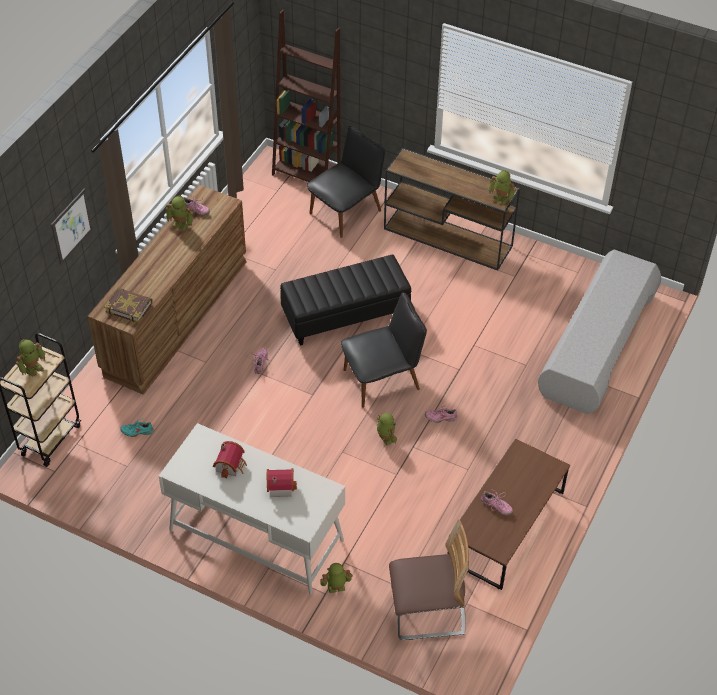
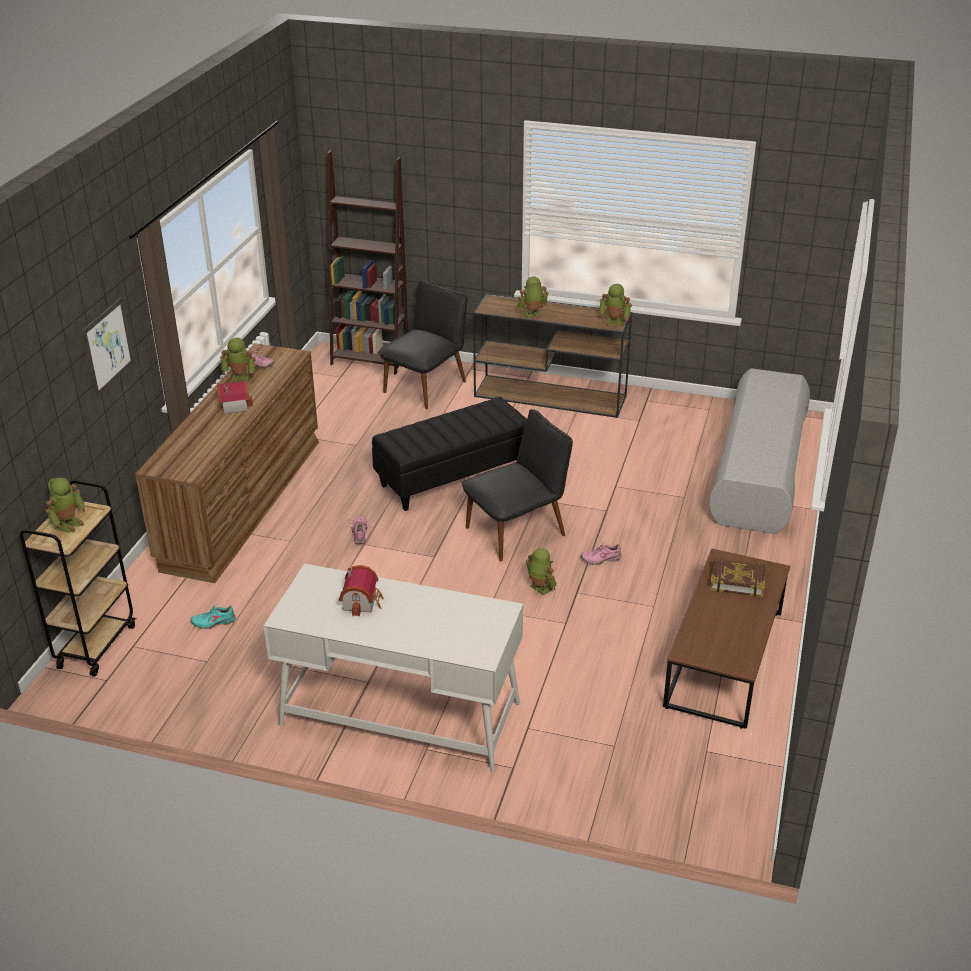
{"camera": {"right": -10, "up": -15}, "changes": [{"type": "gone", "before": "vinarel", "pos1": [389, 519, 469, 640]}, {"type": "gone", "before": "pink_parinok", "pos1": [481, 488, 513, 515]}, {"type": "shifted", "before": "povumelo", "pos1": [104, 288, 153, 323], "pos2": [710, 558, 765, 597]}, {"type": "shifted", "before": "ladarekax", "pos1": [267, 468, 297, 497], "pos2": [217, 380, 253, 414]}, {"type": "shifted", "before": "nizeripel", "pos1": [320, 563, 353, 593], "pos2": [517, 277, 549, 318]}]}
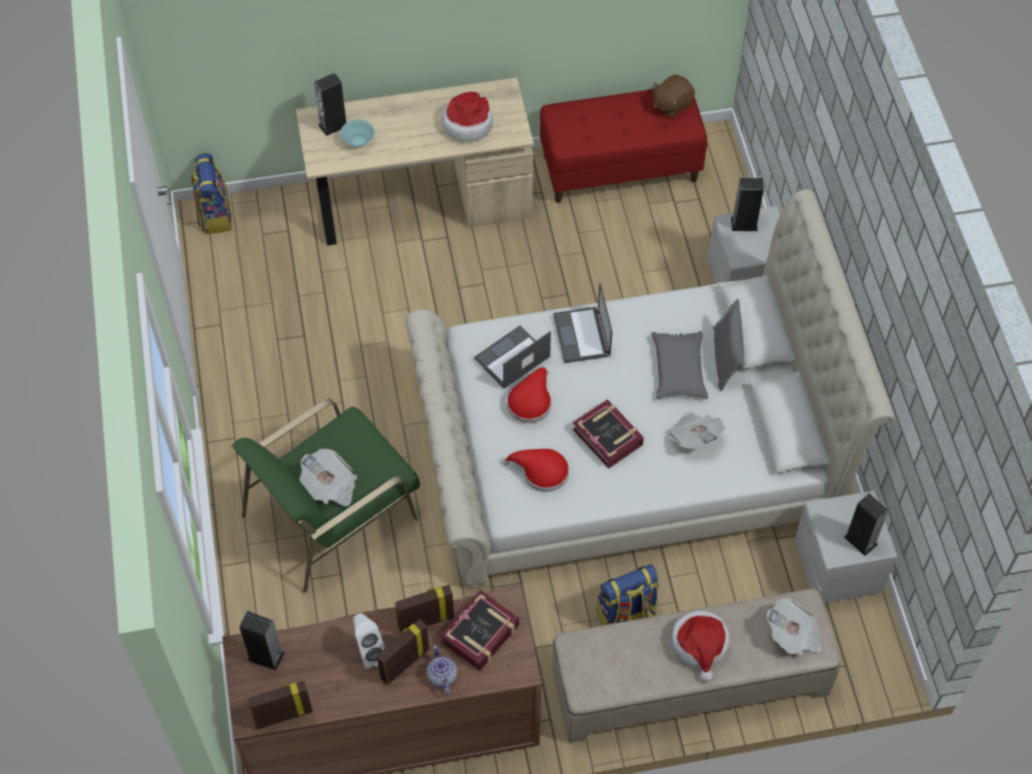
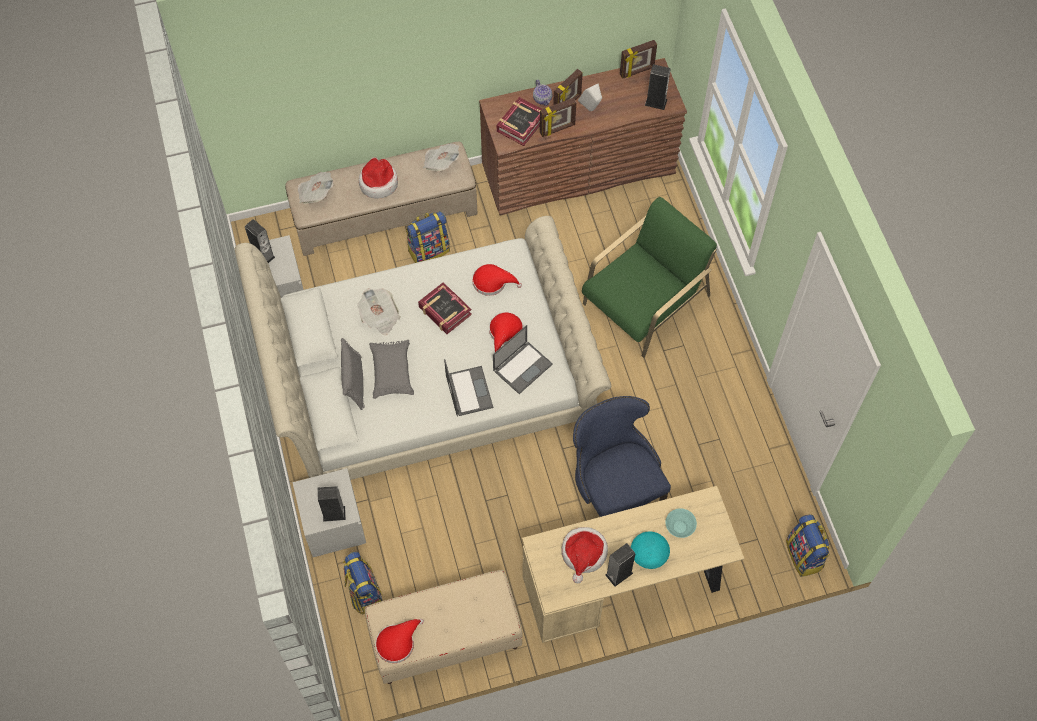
{"camera": {"right": 175, "up": 5}, "changes": [{"type": "new", "after": "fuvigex", "pos2": [343, 552, 383, 614]}, {"type": "new", "after": "blue_vinarel", "pos2": [573, 396, 671, 517]}, {"type": "new", "after": "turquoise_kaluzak", "pos2": [631, 532, 670, 569]}, {"type": "shifted", "before": "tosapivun", "pos1": [299, 449, 357, 507], "pos2": [423, 143, 459, 171]}, {"type": "shifted", "before": "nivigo", "pos1": [314, 73, 346, 136], "pos2": [605, 543, 635, 587]}, {"type": "swapped", "before": "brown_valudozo", "after": "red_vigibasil", "pos1": [653, 74, 695, 118], "pos2": [376, 619, 424, 663]}, {"type": "repainted", "before": "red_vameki", "after": "beige_vameki", "pos1": [540, 89, 707, 203], "pos2": [364, 570, 522, 684]}]}
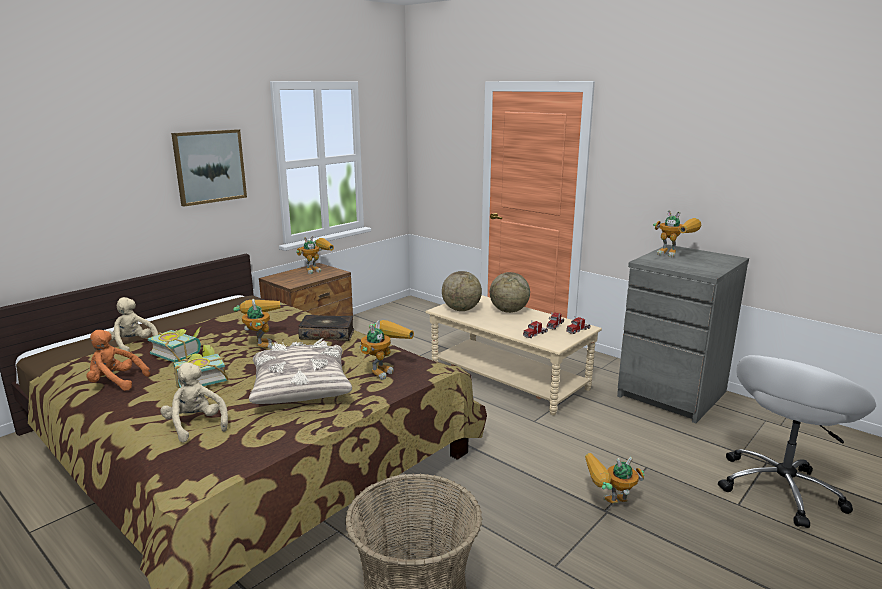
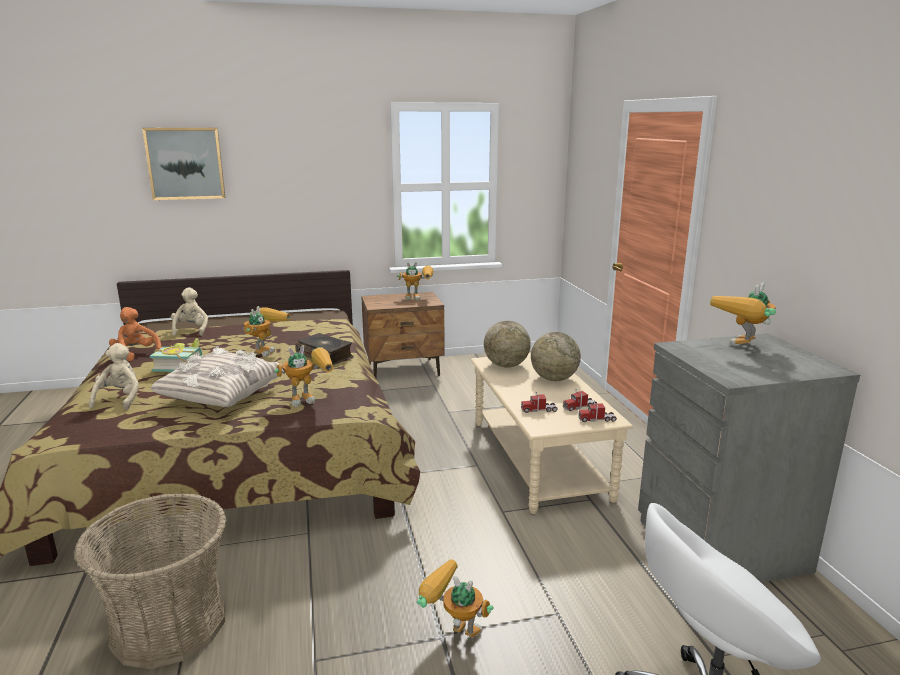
{"camera": {"right": 35, "up": 0}, "changes": [{"type": "gone", "before": "povumelo", "pos1": [148, 326, 201, 362]}, {"type": "shifted", "before": "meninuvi", "pos1": [171, 129, 247, 207], "pos2": [142, 128, 225, 200]}, {"type": "rotated", "before": "nizeripel", "pos1": [653, 210, 701, 257], "pos2": [710, 282, 776, 346], "turn": 60}]}
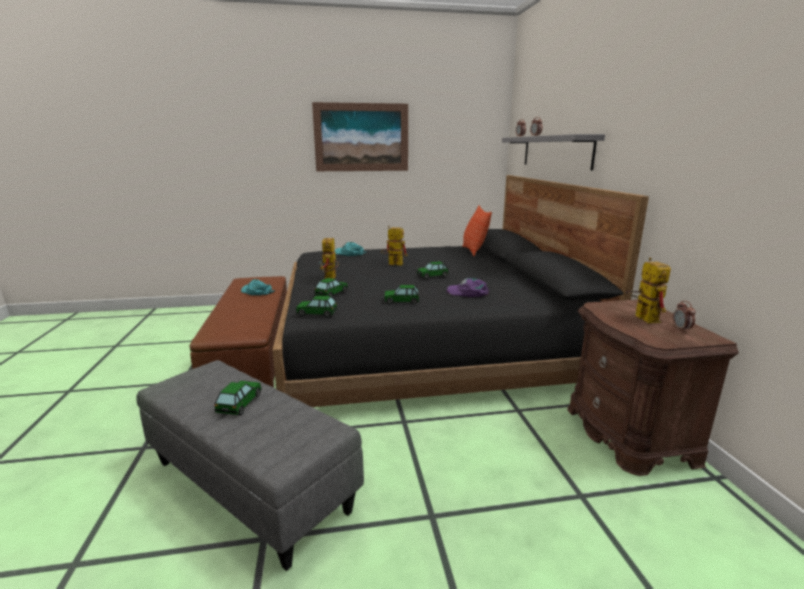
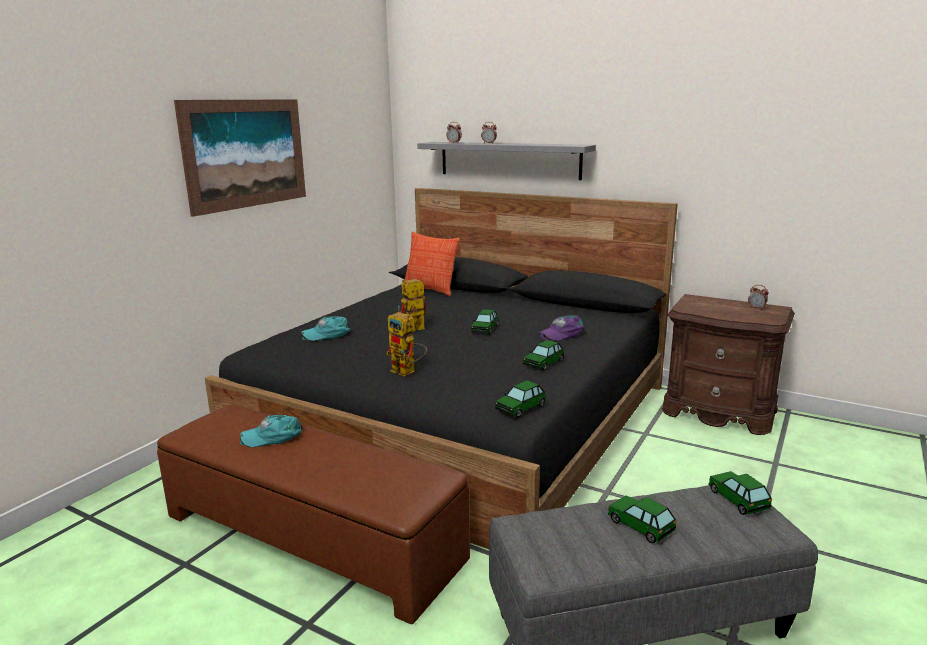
{"camera": {"right": -50, "up": 0}, "changes": [{"type": "gone", "before": "nizeripel", "pos1": [625, 258, 671, 323]}, {"type": "shifted", "before": "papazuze", "pos1": [315, 278, 348, 297], "pos2": [708, 471, 772, 515]}]}
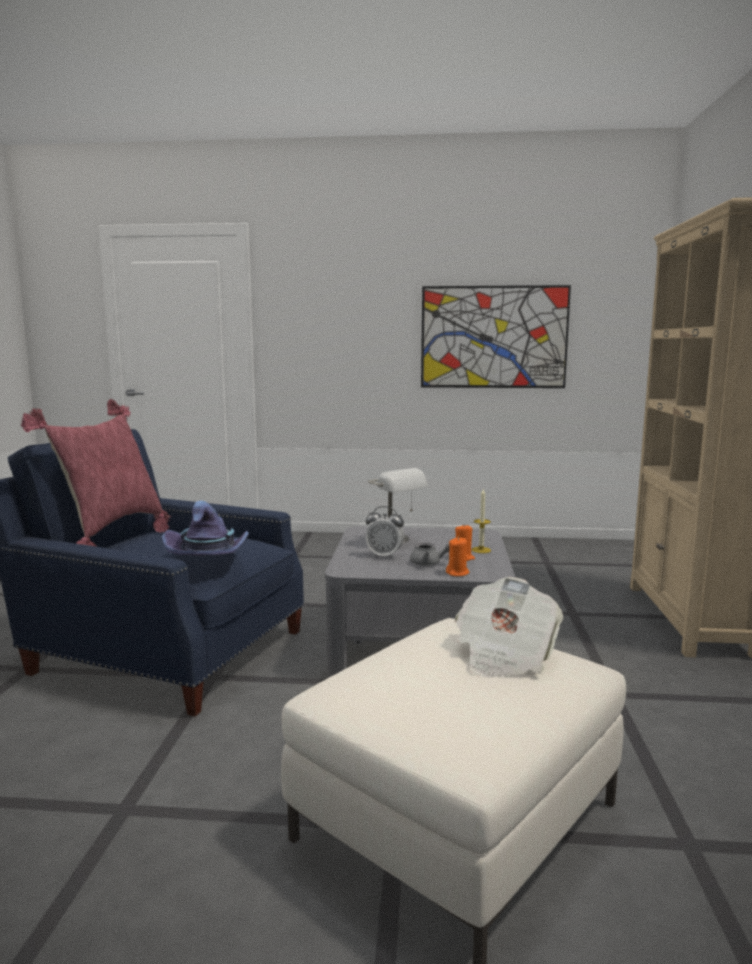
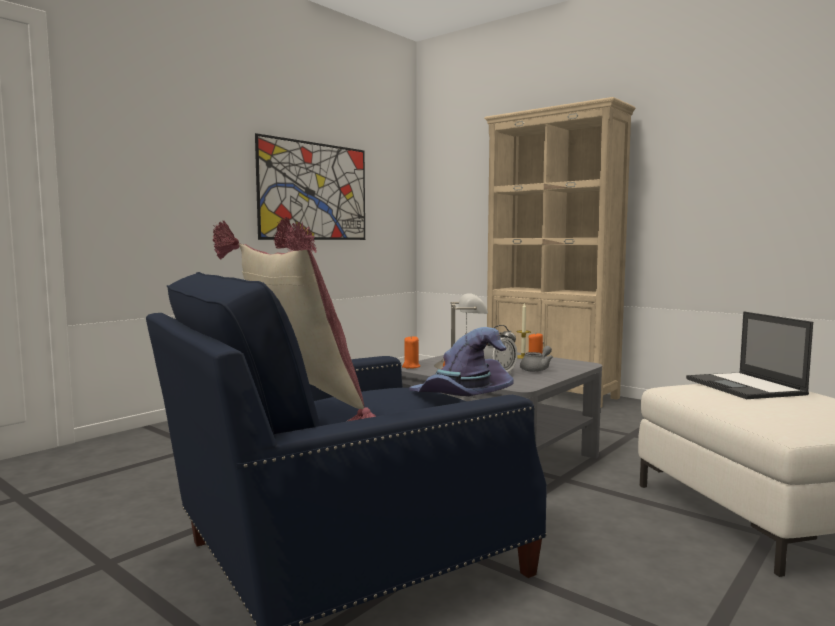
{"camera": {"right": -55, "up": -5}, "changes": [{"type": "shifted", "before": "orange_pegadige", "pos1": [446, 537, 469, 576], "pos2": [402, 335, 420, 369]}, {"type": "swapped", "before": "tosapivun", "after": "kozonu", "pos1": [455, 577, 564, 678], "pos2": [686, 311, 813, 399]}]}
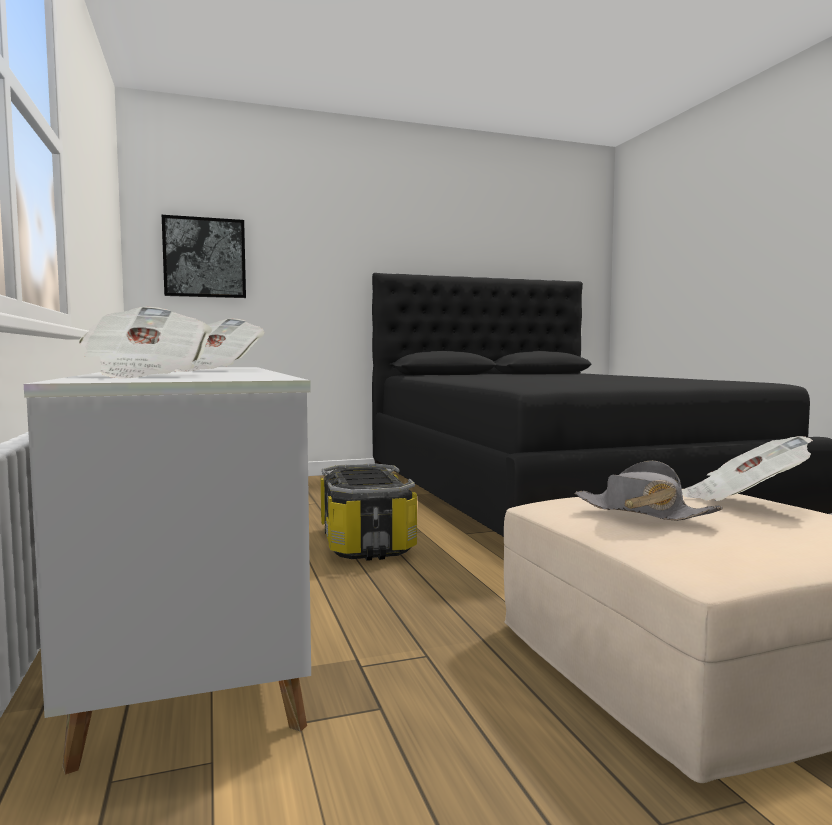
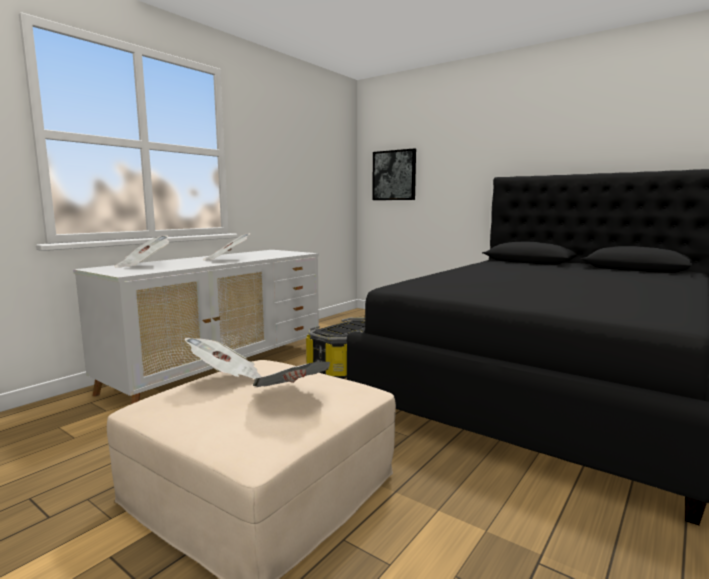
{"camera": {"right": 55, "up": 5}, "changes": [{"type": "swapped", "before": "grey_vigibasil", "after": "tosapivun", "pos1": [575, 461, 723, 521], "pos2": [184, 338, 261, 379]}]}
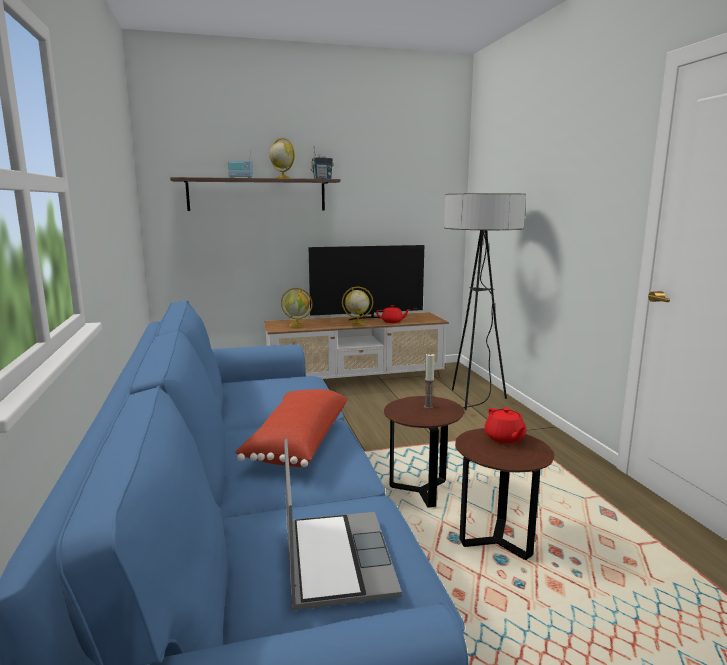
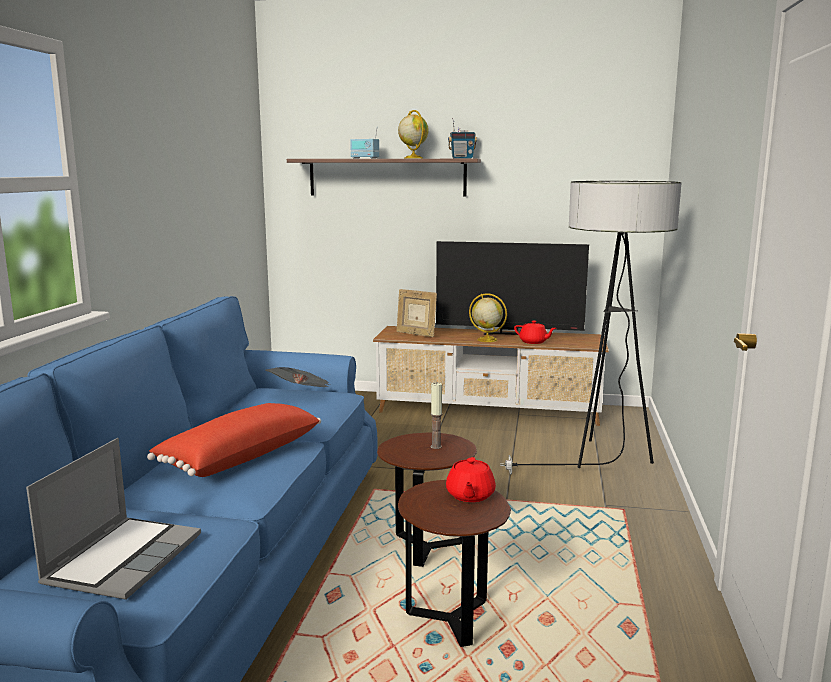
{"camera": {"right": 25, "up": 0}, "changes": [{"type": "new", "after": "tosapivun", "pos2": [265, 367, 330, 387]}, {"type": "swapped", "before": "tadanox", "after": "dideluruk", "pos1": [281, 288, 313, 327], "pos2": [397, 289, 437, 337]}]}
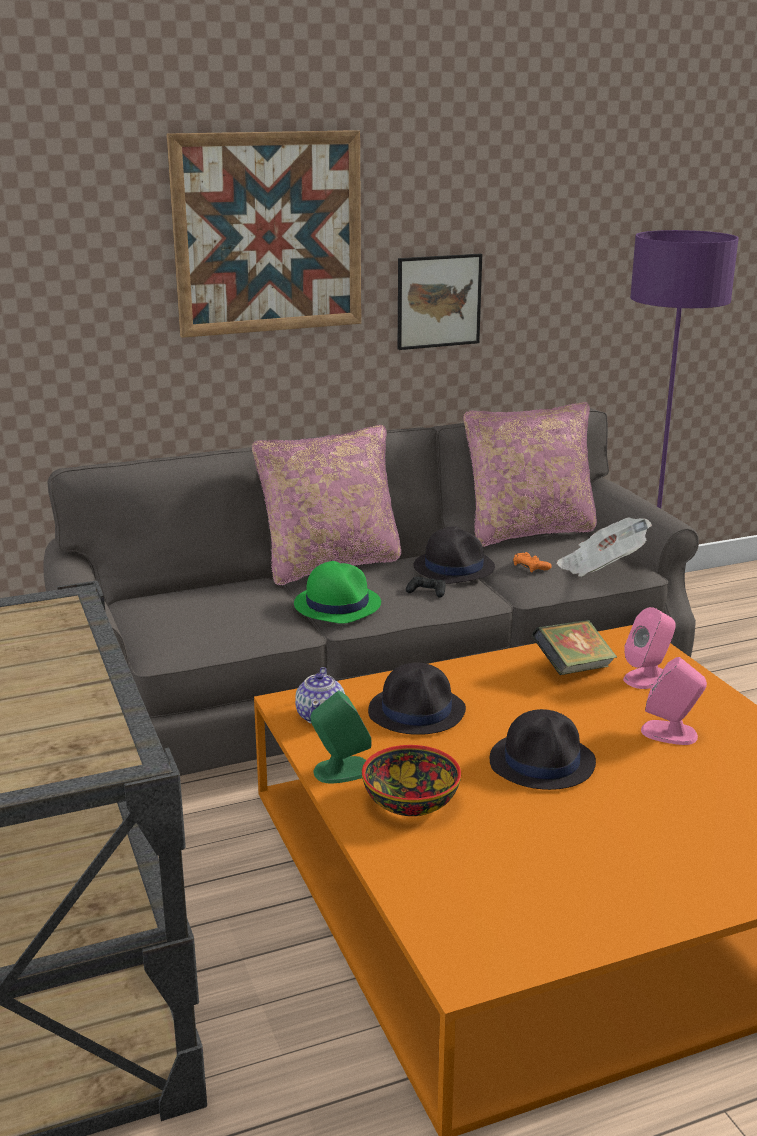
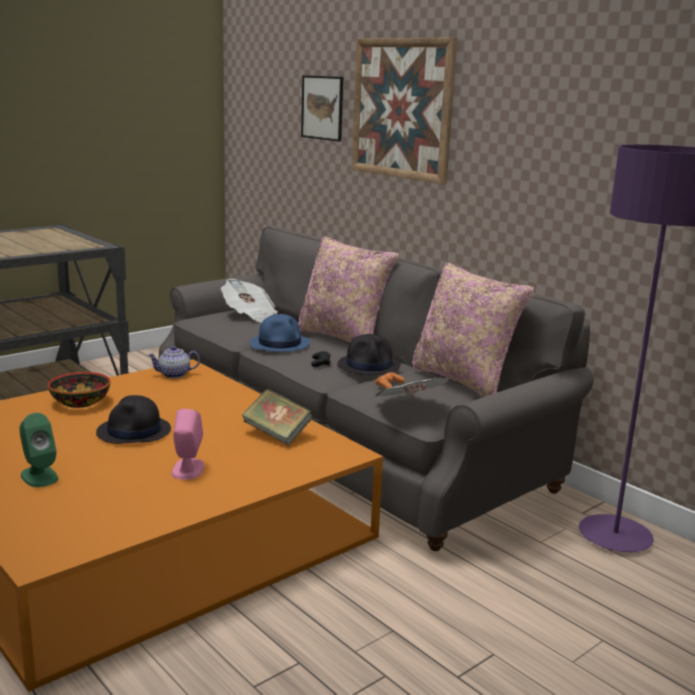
{"camera": {"right": 70, "up": -5}, "changes": [{"type": "gone", "before": "black_vigibasil", "pos1": [368, 663, 466, 735]}, {"type": "gone", "before": "pink_nivigo", "pos1": [623, 607, 676, 689]}, {"type": "new", "after": "tosapivun", "pos2": [221, 279, 278, 323]}, {"type": "shifted", "before": "green_nivigo", "pos1": [310, 691, 371, 784], "pos2": [20, 413, 58, 487]}, {"type": "shifted", "before": "meninuvi", "pos1": [398, 253, 482, 350], "pos2": [301, 75, 343, 142]}, {"type": "repainted", "before": "green_vigibasil", "after": "blue_vigibasil", "pos1": [294, 561, 381, 624], "pos2": [250, 314, 310, 352]}]}
